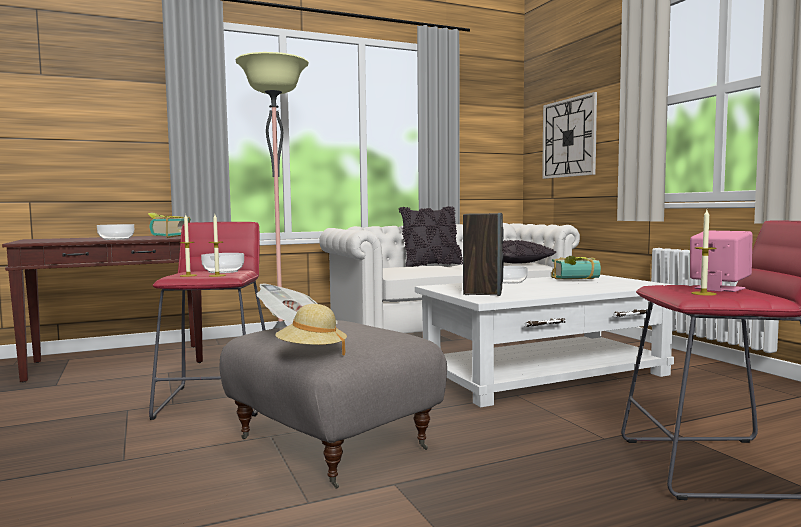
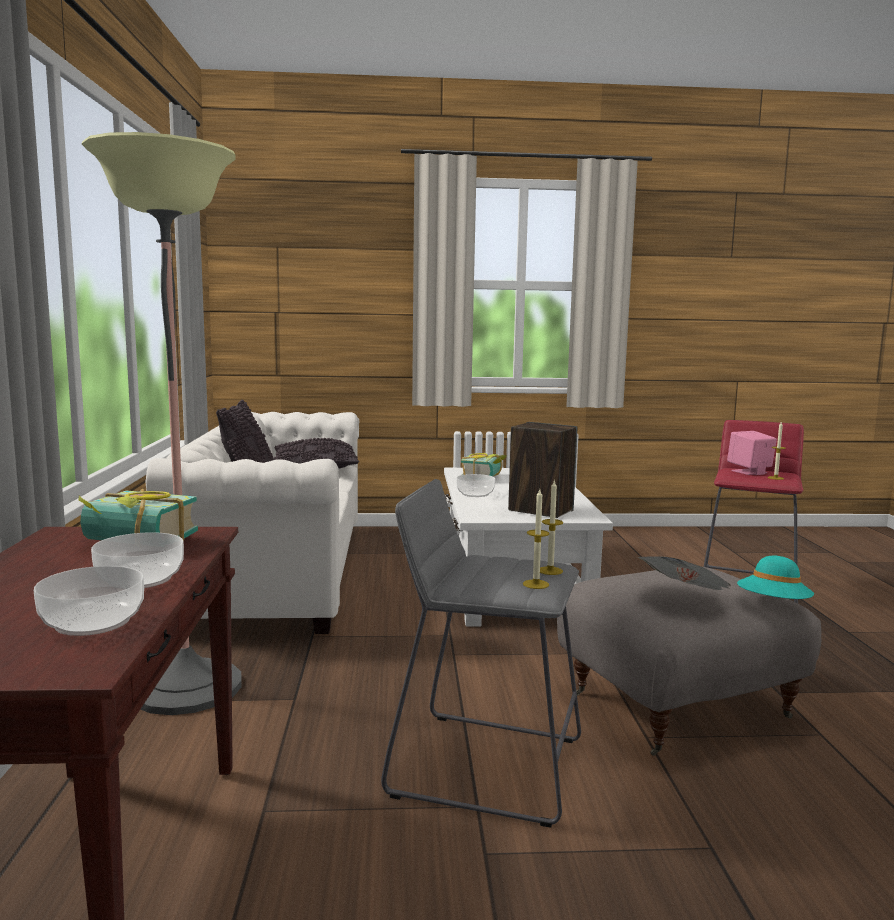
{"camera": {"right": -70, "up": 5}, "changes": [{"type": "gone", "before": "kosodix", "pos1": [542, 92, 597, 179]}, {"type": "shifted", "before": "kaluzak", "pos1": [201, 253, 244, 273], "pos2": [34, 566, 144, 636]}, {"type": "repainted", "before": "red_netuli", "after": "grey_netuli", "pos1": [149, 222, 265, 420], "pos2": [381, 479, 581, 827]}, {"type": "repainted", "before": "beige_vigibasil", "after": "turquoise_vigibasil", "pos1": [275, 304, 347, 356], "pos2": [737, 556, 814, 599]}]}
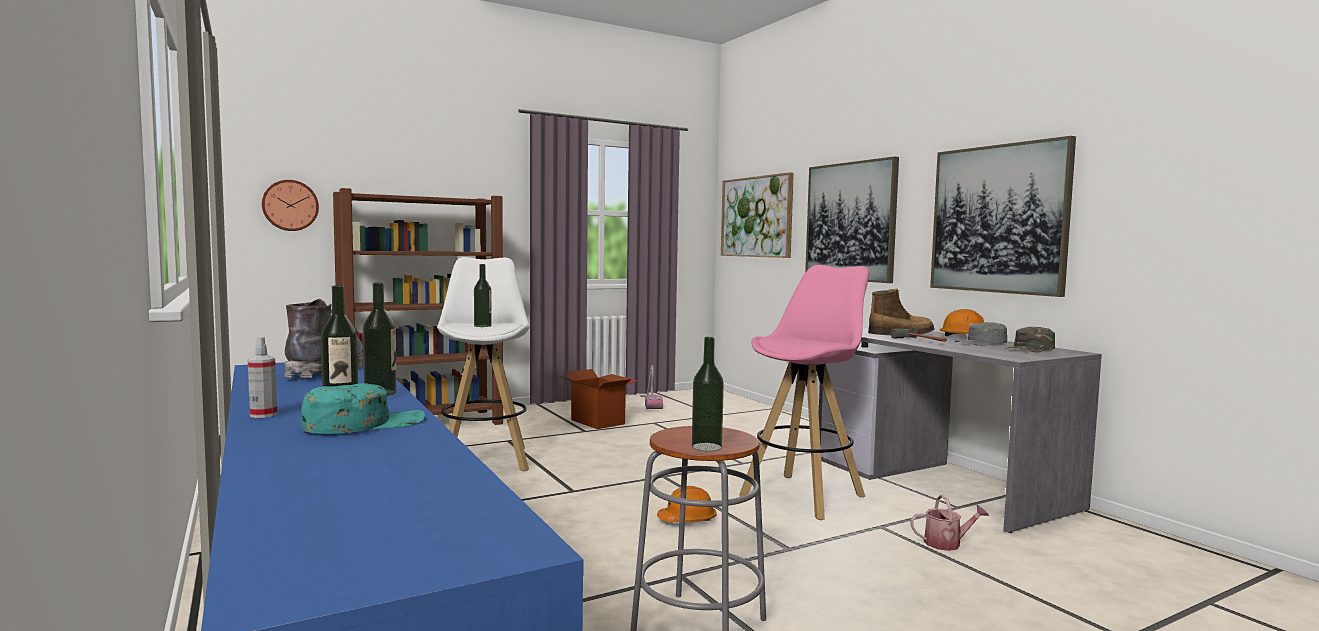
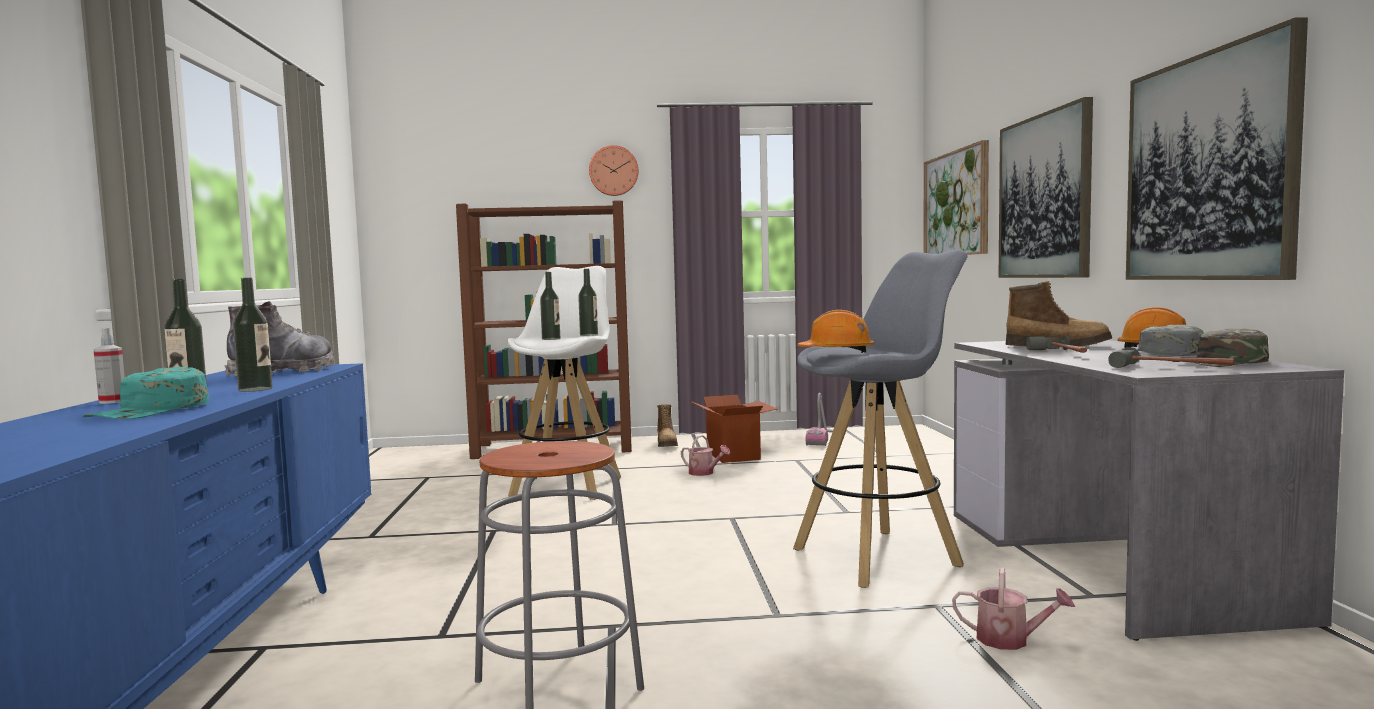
{"camera": {"right": 25, "up": 0}, "changes": [{"type": "new", "after": "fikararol", "pos2": [657, 404, 678, 447]}, {"type": "new", "after": "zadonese", "pos2": [681, 435, 730, 476]}, {"type": "new", "after": "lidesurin", "pos2": [1108, 347, 1235, 368]}, {"type": "shifted", "before": "kosodix", "pos1": [262, 180, 319, 231], "pos2": [589, 145, 638, 196]}, {"type": "shifted", "before": "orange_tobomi", "pos1": [657, 486, 717, 522], "pos2": [798, 310, 874, 353]}, {"type": "shifted", "before": "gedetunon", "pos1": [692, 337, 724, 452], "pos2": [578, 269, 598, 336]}, {"type": "repainted", "before": "pink_netuli", "after": "grey_netuli", "pos1": [739, 265, 870, 520], "pos2": [793, 249, 968, 588]}, {"type": "rotated", "before": "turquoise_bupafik", "pos1": [301, 383, 425, 434], "pos2": [83, 367, 209, 419], "turn": 120}]}
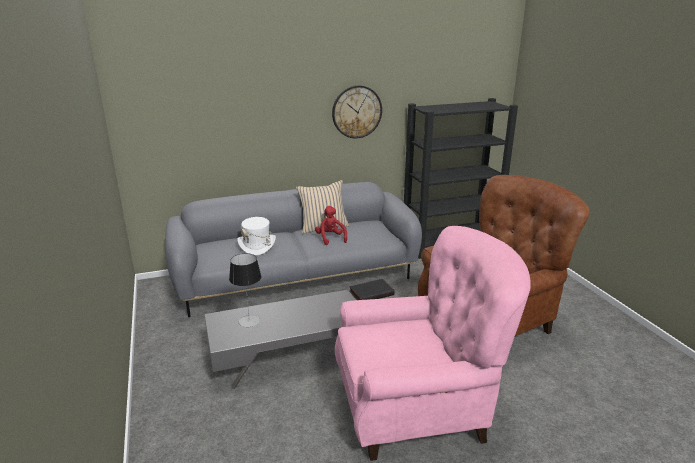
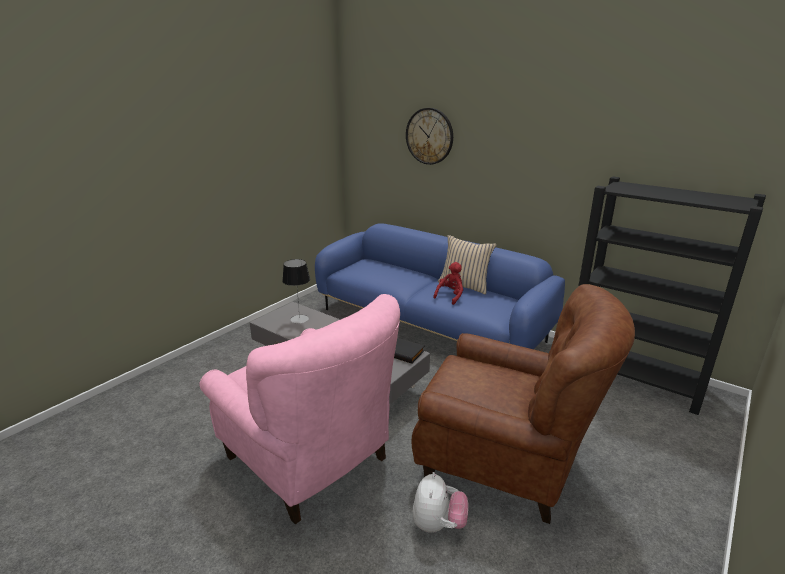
{"camera": {"right": 55, "up": 0}, "changes": [{"type": "gone", "before": "white_vigibasil", "pos1": [237, 217, 276, 255]}, {"type": "new", "after": "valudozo", "pos2": [413, 472, 468, 533]}, {"type": "shifted", "before": "kosodix", "pos1": [332, 85, 382, 139], "pos2": [406, 108, 453, 165]}, {"type": "repainted", "before": "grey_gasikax", "after": "blue_gasikax", "pos1": [165, 182, 422, 317], "pos2": [315, 223, 565, 349]}]}
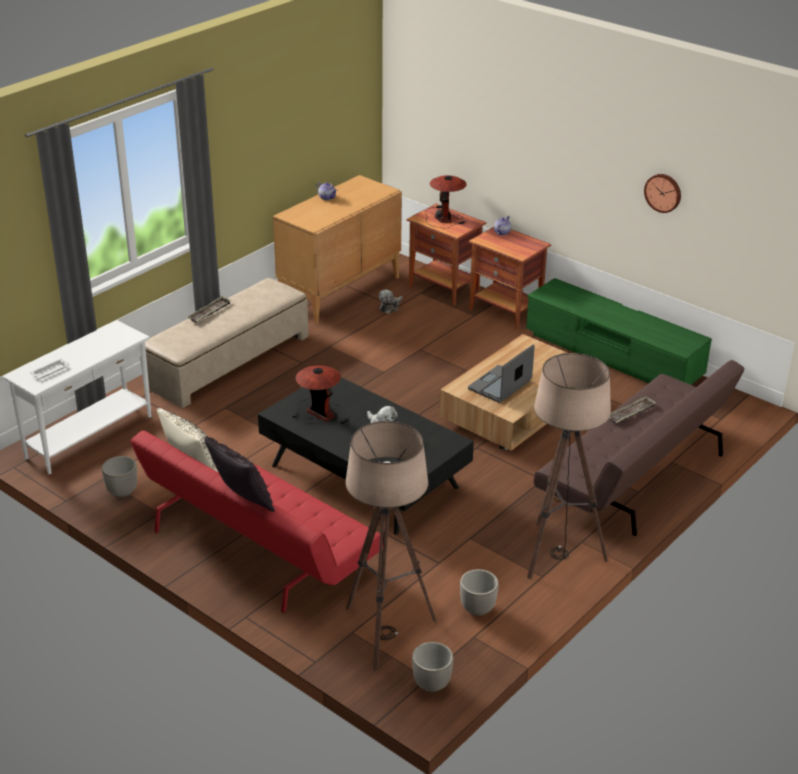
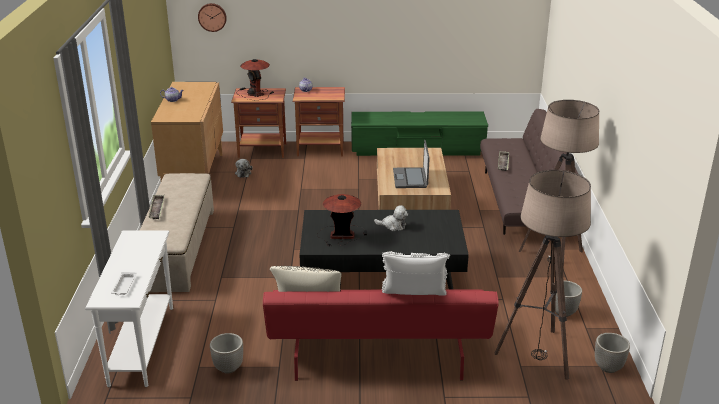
{"camera": {"right": -40, "up": -5}, "changes": [{"type": "shifted", "before": "kosodix", "pos1": [644, 174, 681, 213], "pos2": [198, 3, 227, 32]}, {"type": "repainted", "before": "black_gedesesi", "after": "white_gedesesi", "pos1": [204, 436, 275, 512], "pos2": [382, 251, 450, 296]}]}
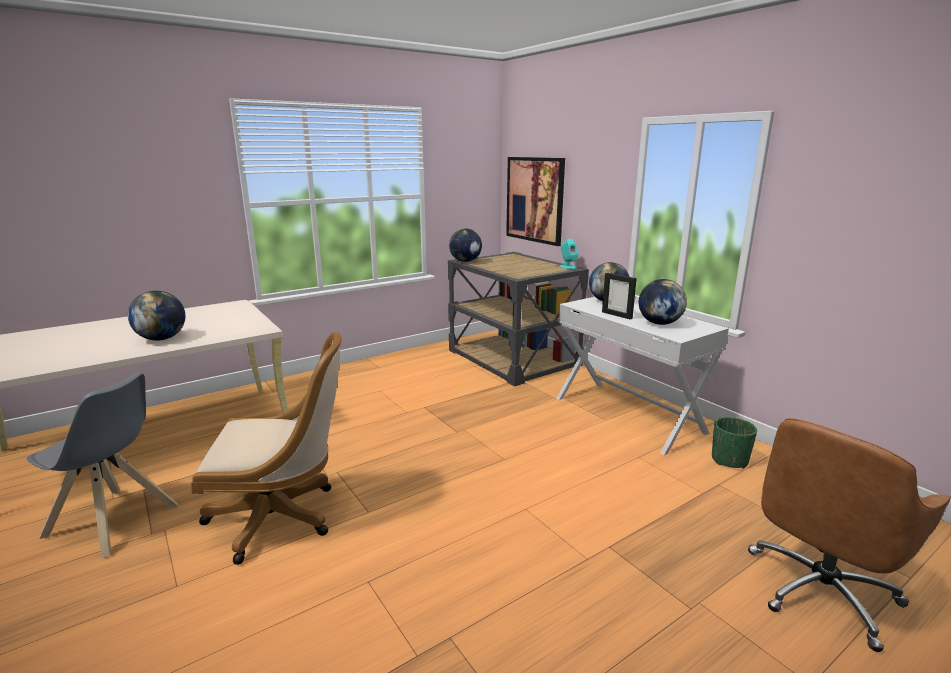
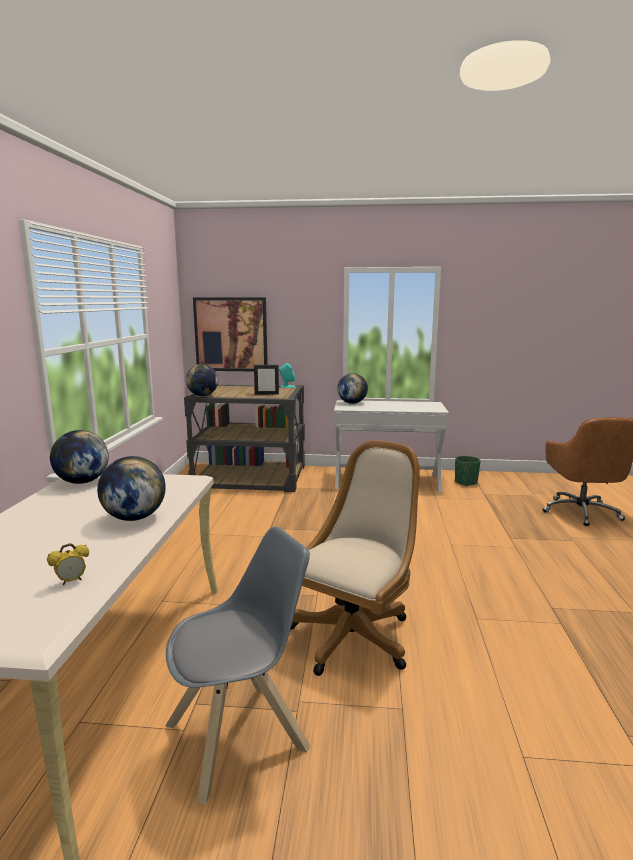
{"camera": {"right": -50, "up": -5}, "changes": [{"type": "new", "after": "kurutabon", "pos2": [47, 543, 89, 585]}, {"type": "shifted", "before": "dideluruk", "pos1": [602, 273, 637, 319], "pos2": [254, 365, 279, 395]}, {"type": "shifted", "before": "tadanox", "pos1": [639, 279, 687, 325], "pos2": [50, 430, 109, 484]}]}
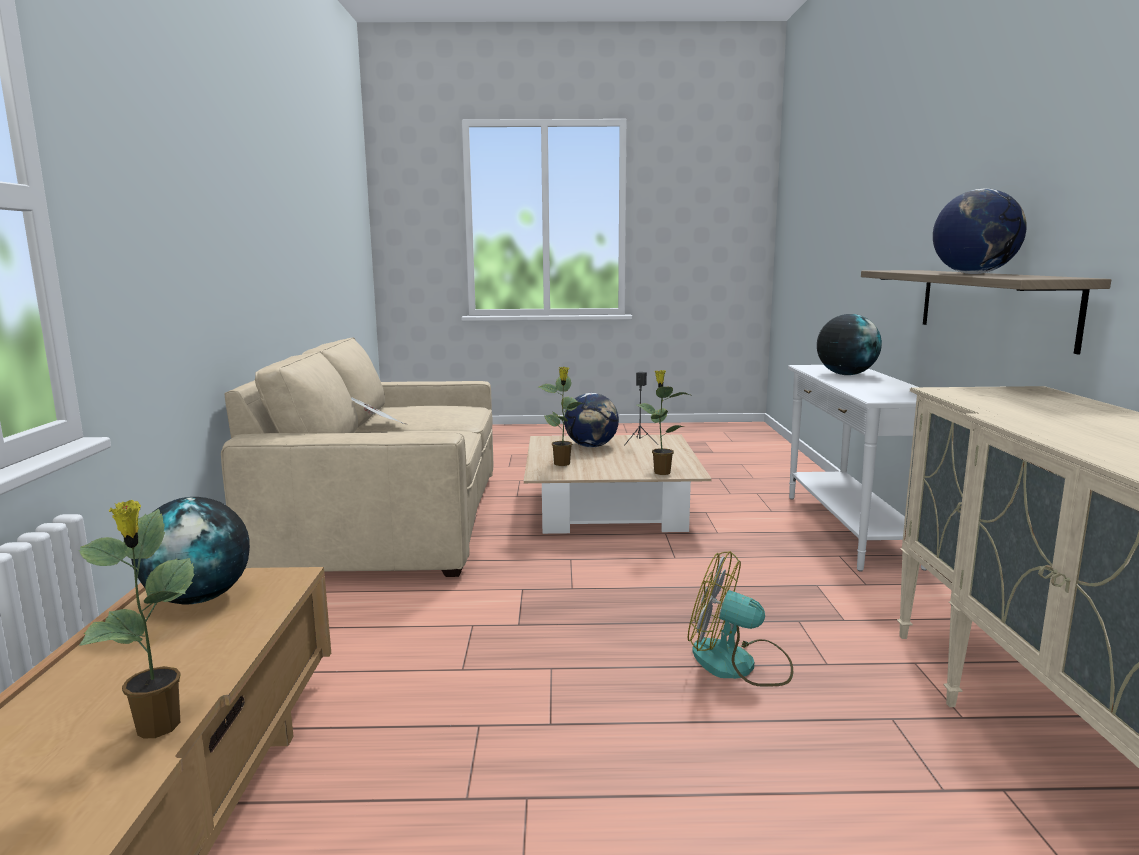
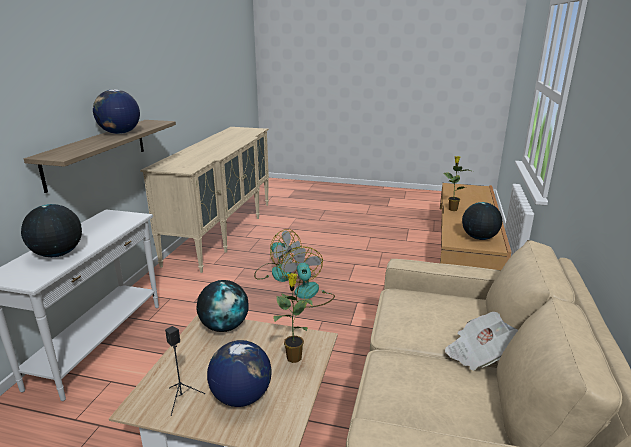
{"camera": {"right": -165, "up": 10}, "changes": [{"type": "new", "after": "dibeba", "pos2": [280, 247, 335, 308]}, {"type": "swapped", "before": "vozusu", "after": "tadanox", "pos1": [637, 370, 690, 475], "pos2": [197, 280, 249, 332]}]}
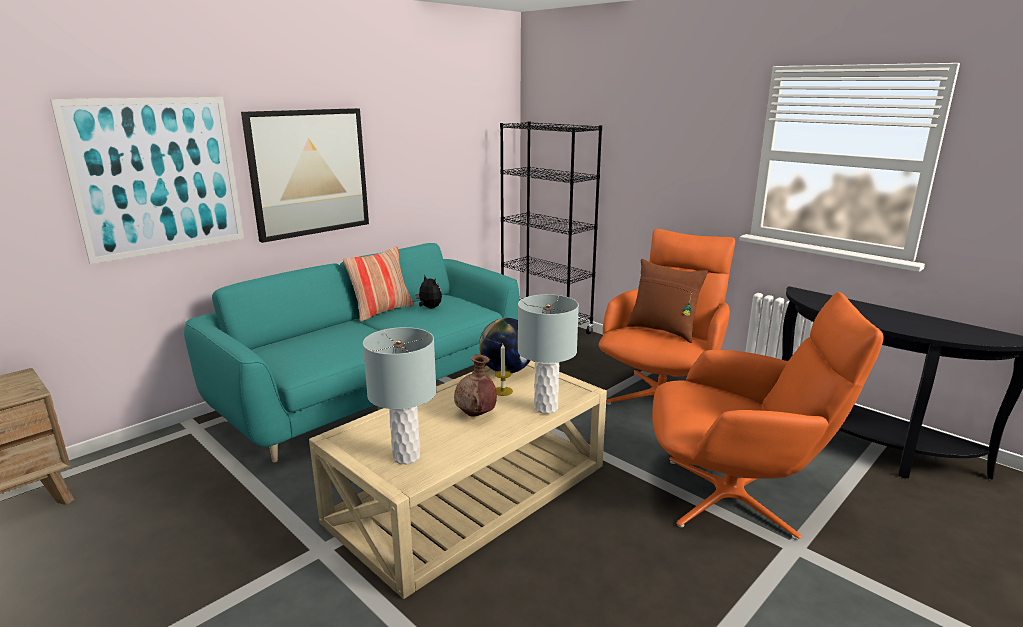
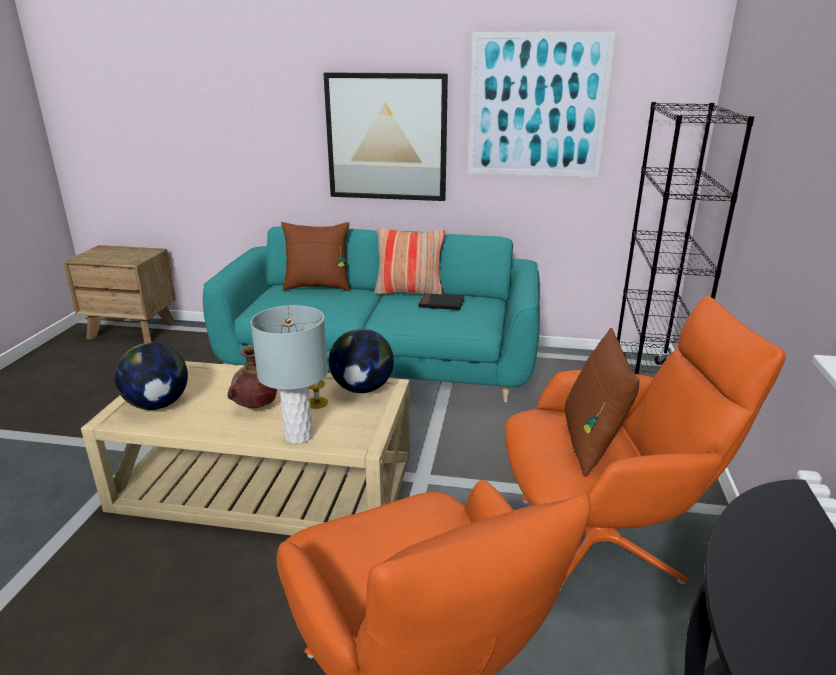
{"camera": {"right": 55, "up": 5}, "changes": [{"type": "new", "after": "brown_gedesesi", "pos2": [281, 222, 350, 291]}, {"type": "shifted", "before": "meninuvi", "pos1": [50, 97, 244, 264], "pos2": [468, 32, 616, 177]}, {"type": "swapped", "before": "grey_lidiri", "after": "tadanox", "pos1": [363, 327, 436, 464], "pos2": [115, 342, 188, 410]}, {"type": "swapped", "before": "valudozo", "after": "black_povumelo", "pos1": [416, 275, 442, 308], "pos2": [419, 293, 465, 310]}]}
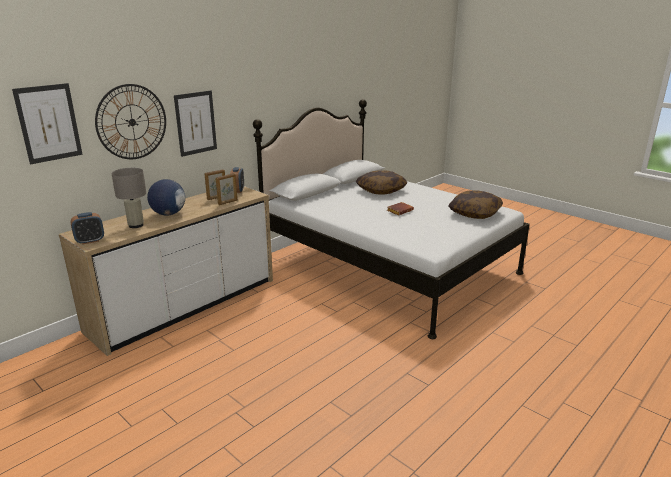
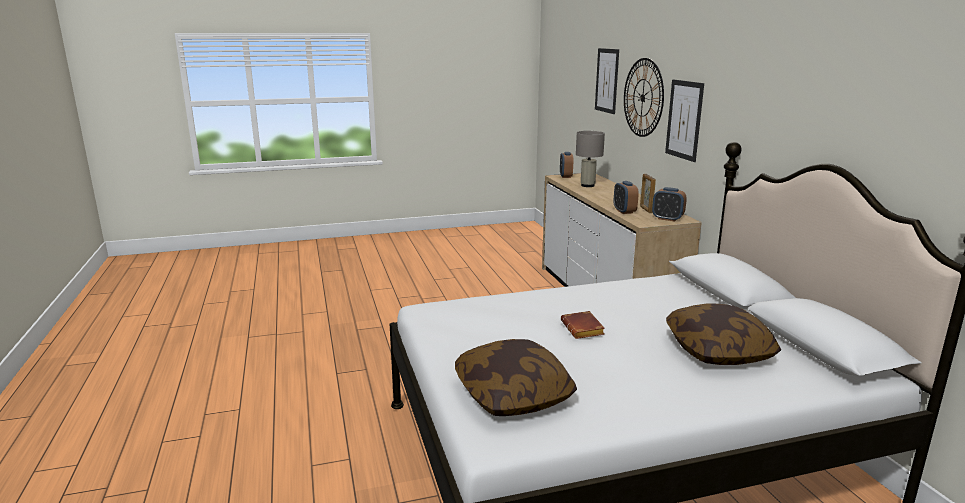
{"camera": {"right": 120, "up": -5}, "changes": [{"type": "gone", "before": "tadanox", "pos1": [147, 179, 185, 216]}, {"type": "swapped", "before": "dideluruk", "after": "kurutabon", "pos1": [216, 173, 237, 205], "pos2": [614, 181, 639, 214]}]}
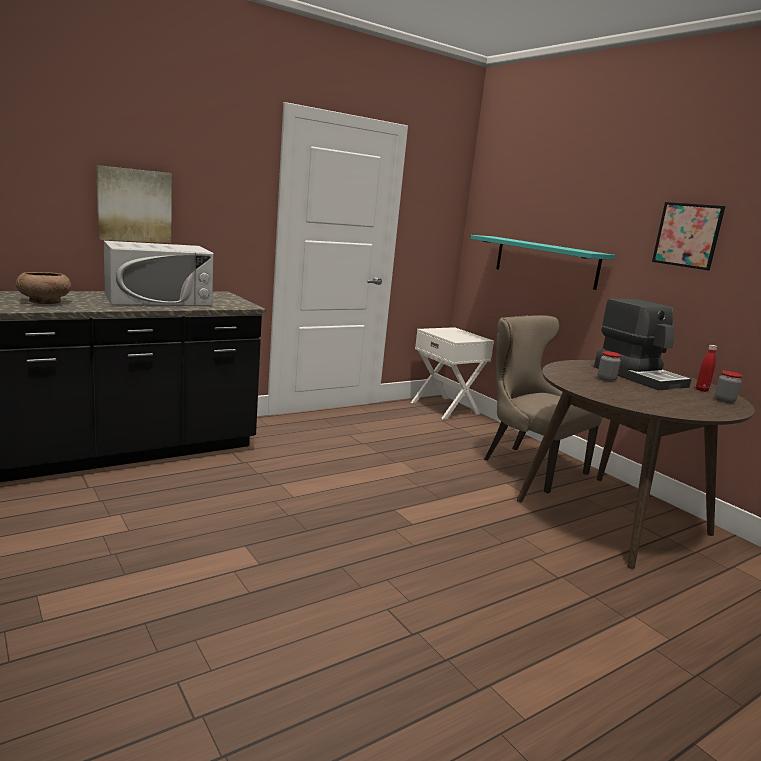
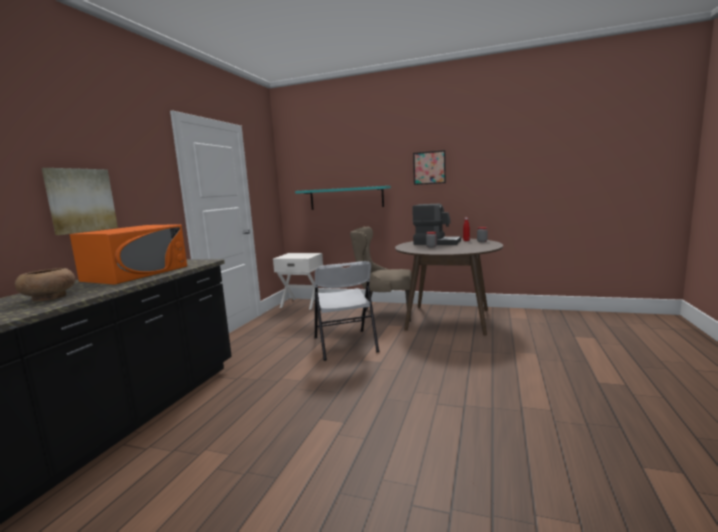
{"camera": {"right": -35, "up": -5}, "changes": [{"type": "new", "after": "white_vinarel", "pos2": [314, 261, 380, 361]}, {"type": "repainted", "before": "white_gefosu", "after": "orange_gefosu", "pos1": [104, 241, 214, 306], "pos2": [70, 224, 187, 285]}]}
